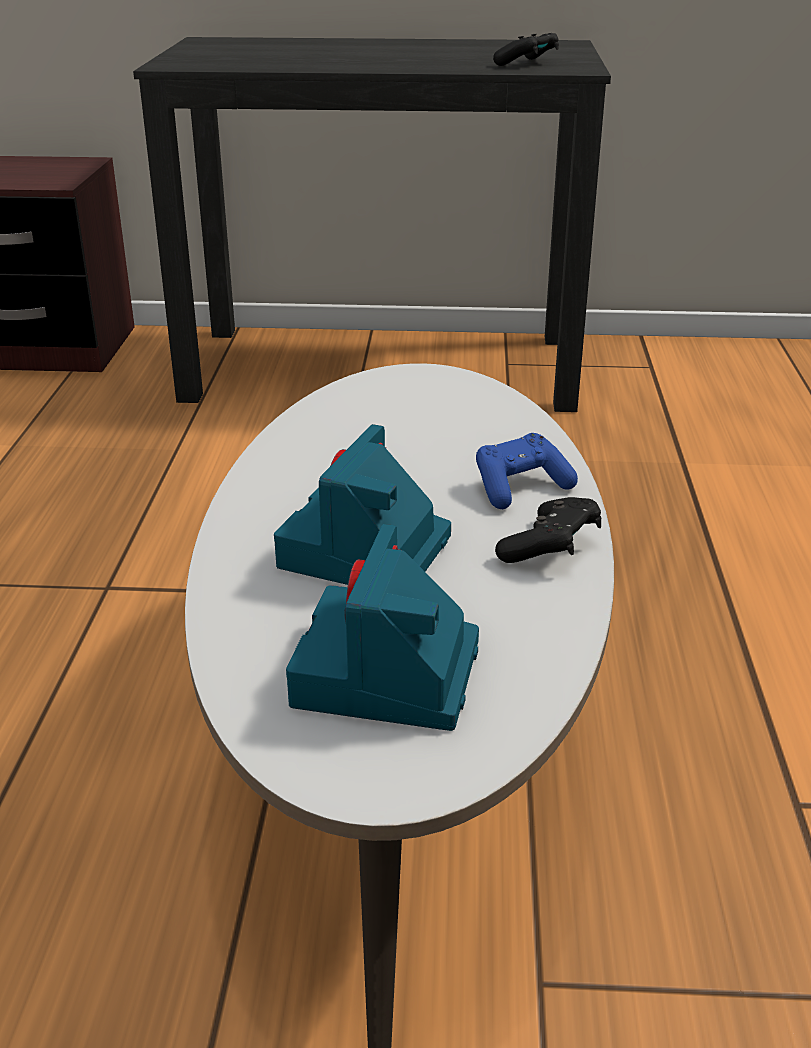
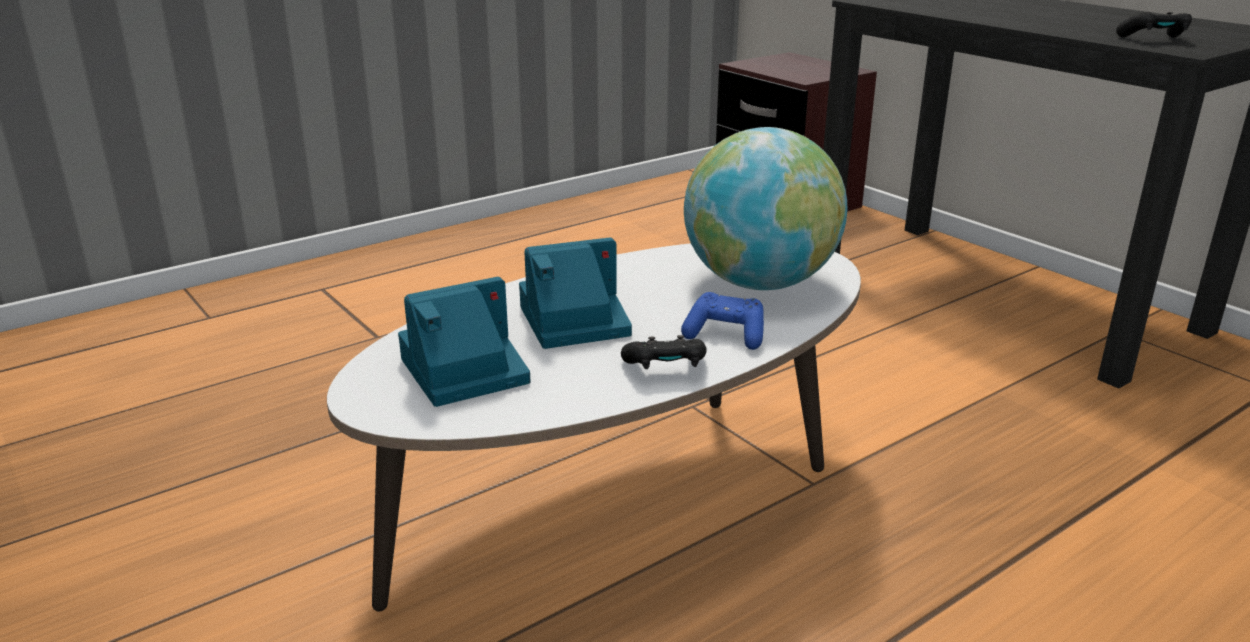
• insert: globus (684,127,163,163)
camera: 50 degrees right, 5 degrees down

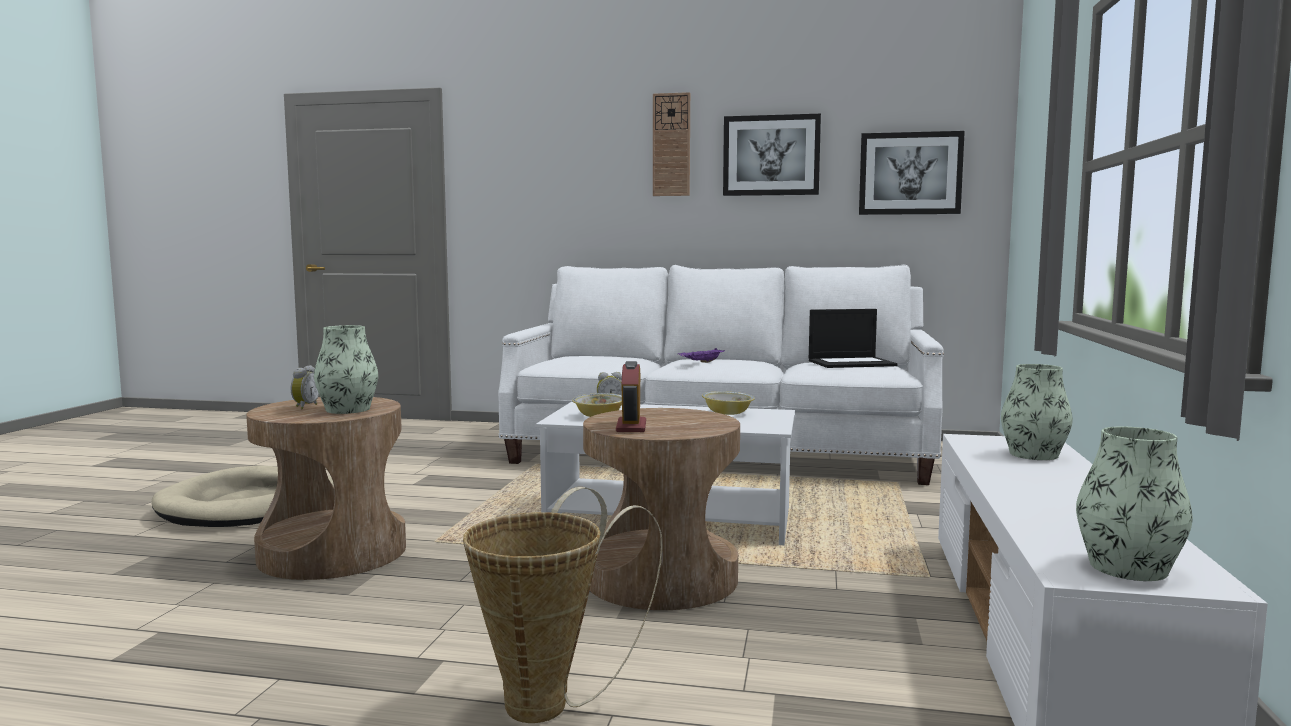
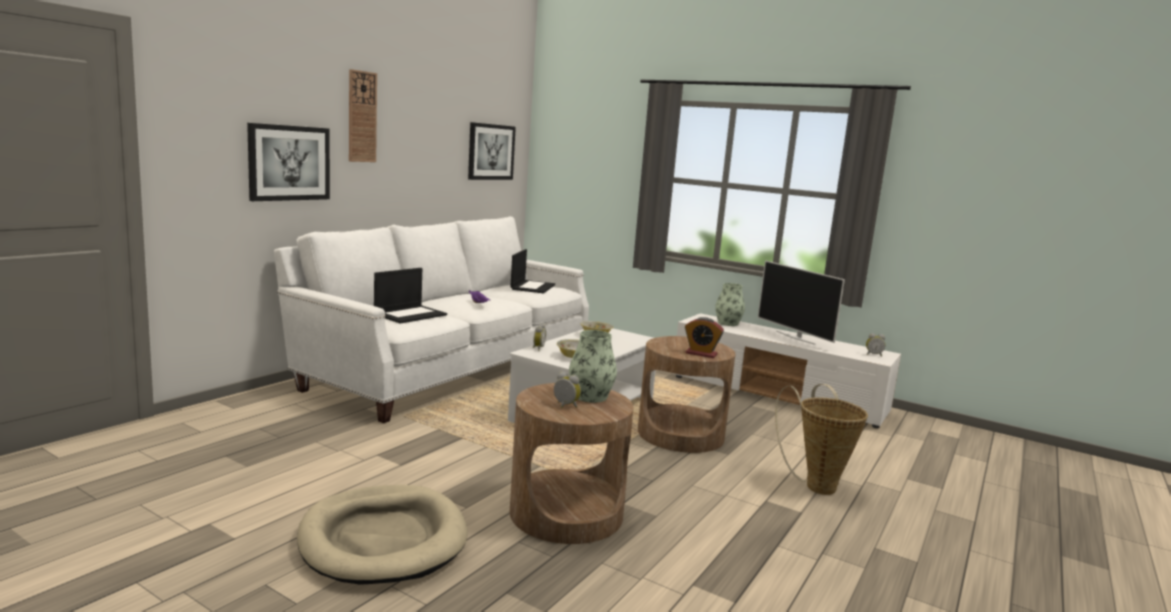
• move: obraz (723,114,98,82) to (247,123,83,78)
• insert: laptop (374,268,73,56)
• insert: telewizor (758,260,87,85)
• replace: wazon (1076,427,117,154) to budzik (866,333,19,24)
camera: 70 degrees left, 5 degrees up

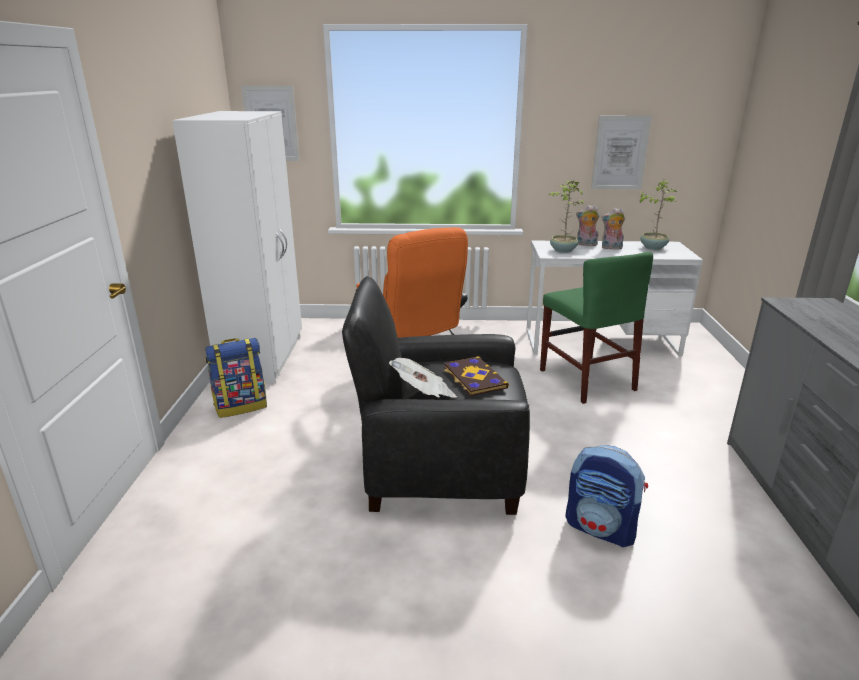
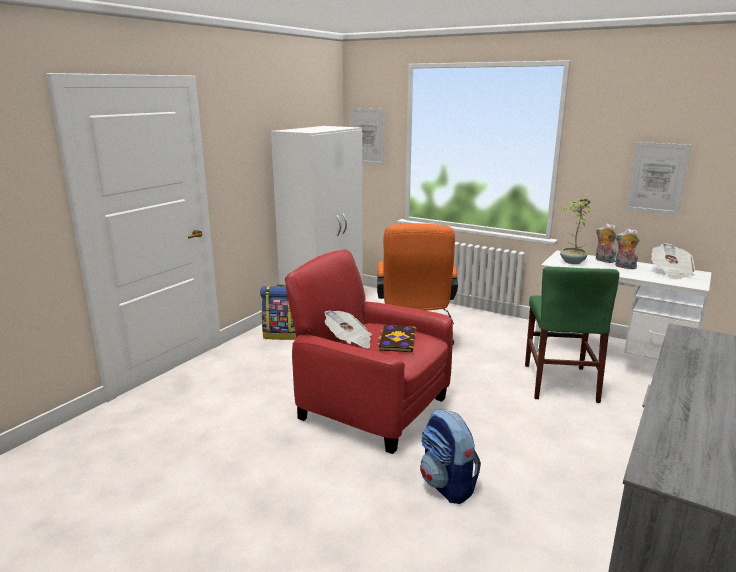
• recolor: fotel (czarny) (342,276,188,239) to fotel (czerwony) (285,249,168,205)
• replace: roślina doniczkowa (639,179,38,71) to gazeta (651,243,44,36)
camera: 30 degrees right, 5 degrees down

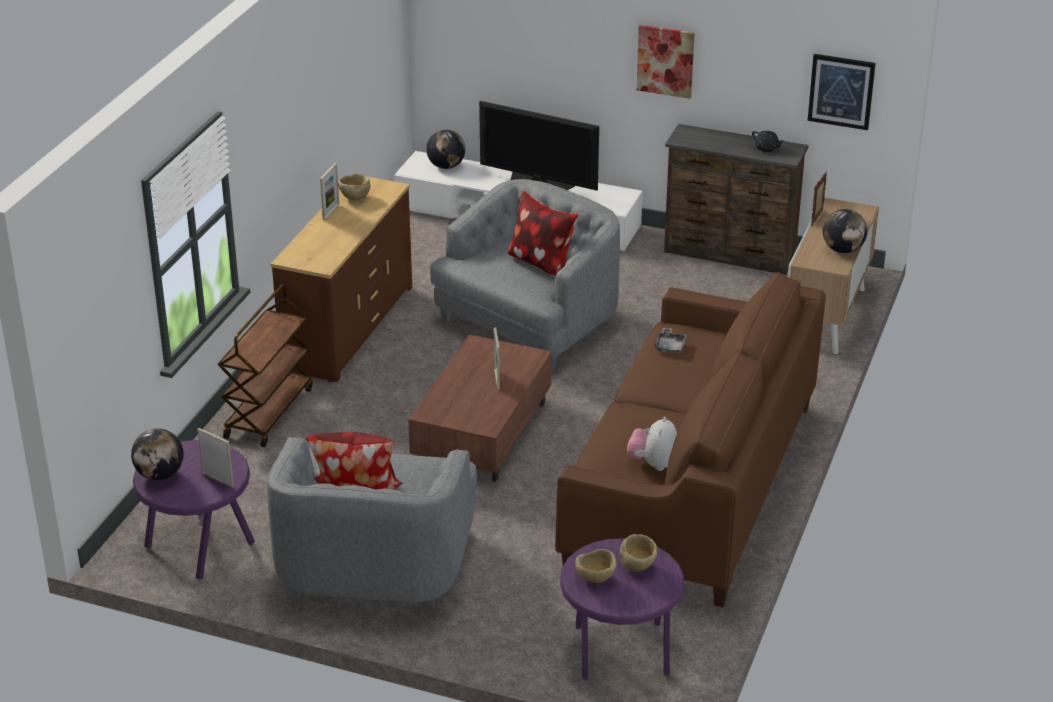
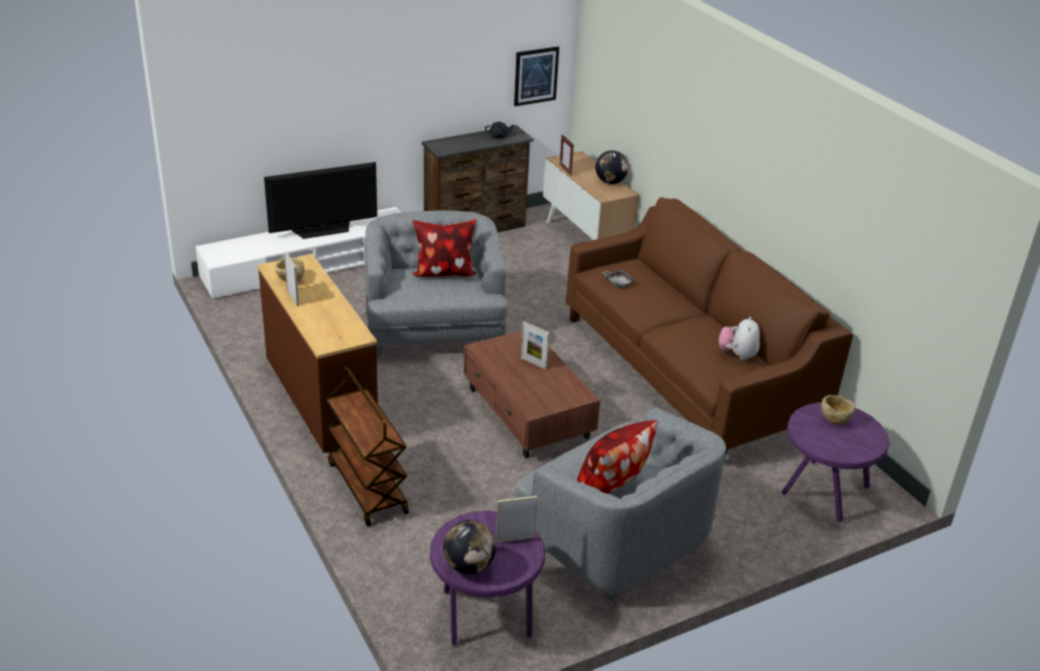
• rotate: pluszak (627,417,50,54) = (719,317,41,43) 45 degrees clockwise
• delete: globus (426,130,39,39)
• delete: miska (beżowy) (575,549,41,34)
• delete: obraz (636,24,59,75)
camera: 50 degrees left, 0 degrees up

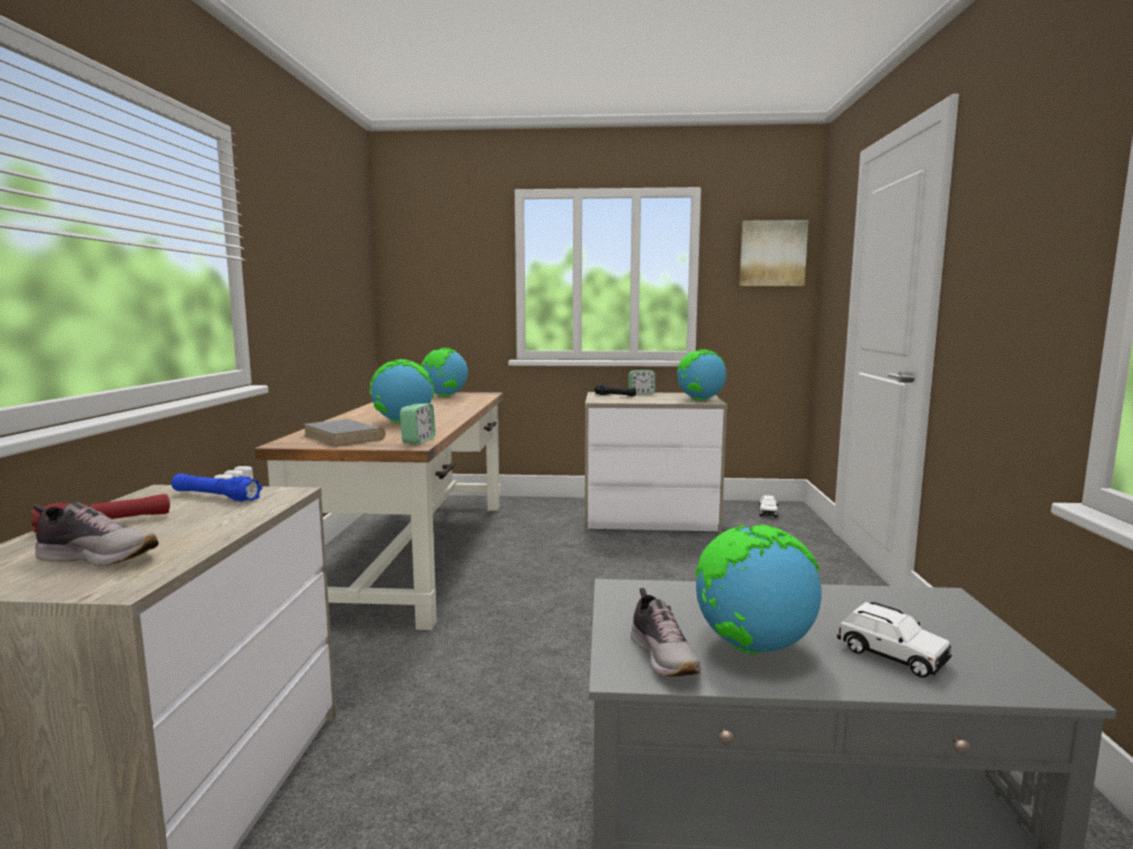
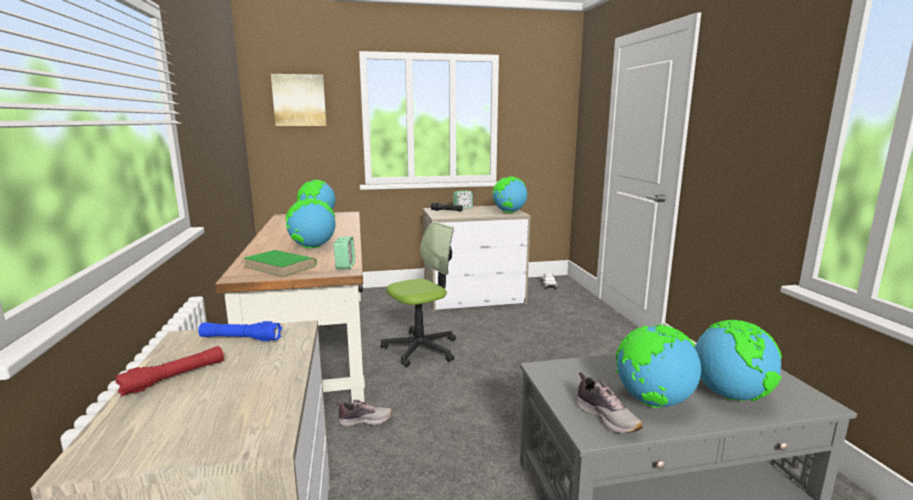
• recolor: książka (szary) (303,419,82,27) to książka (zielony) (244,250,73,27)
• move: obraz (739,220,70,66) to (271,74,56,52)
• move: but (33,502,126,64) to (336,400,56,26)
• insert: krzesło biurowe (381,221,75,146)
• replace: samochodzik (biały) (837,602,115,75) to globus (695,320,87,81)
camera: 15 degrees left, 5 degrees up

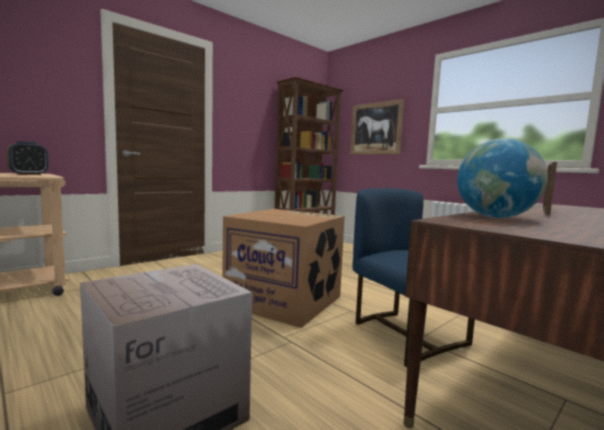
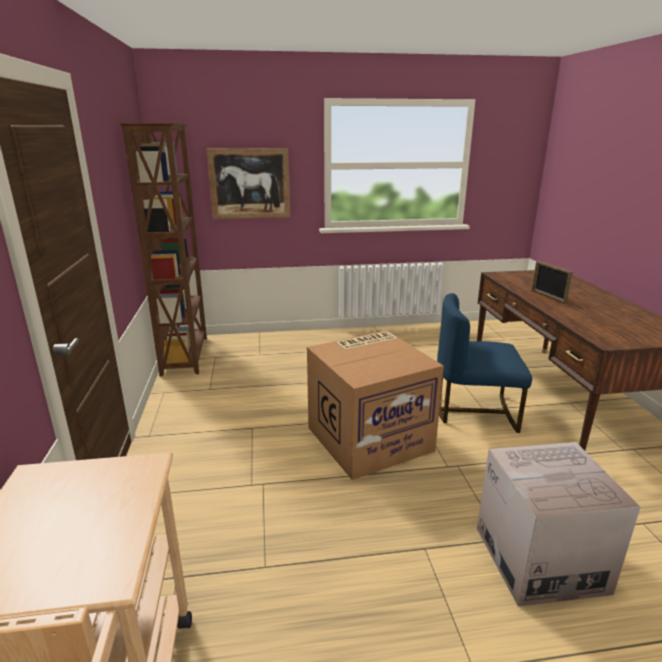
• delete: budzik (6,141,43,34)
• delete: globus (457,138,91,80)
camera: 55 degrees left, 15 degrees up

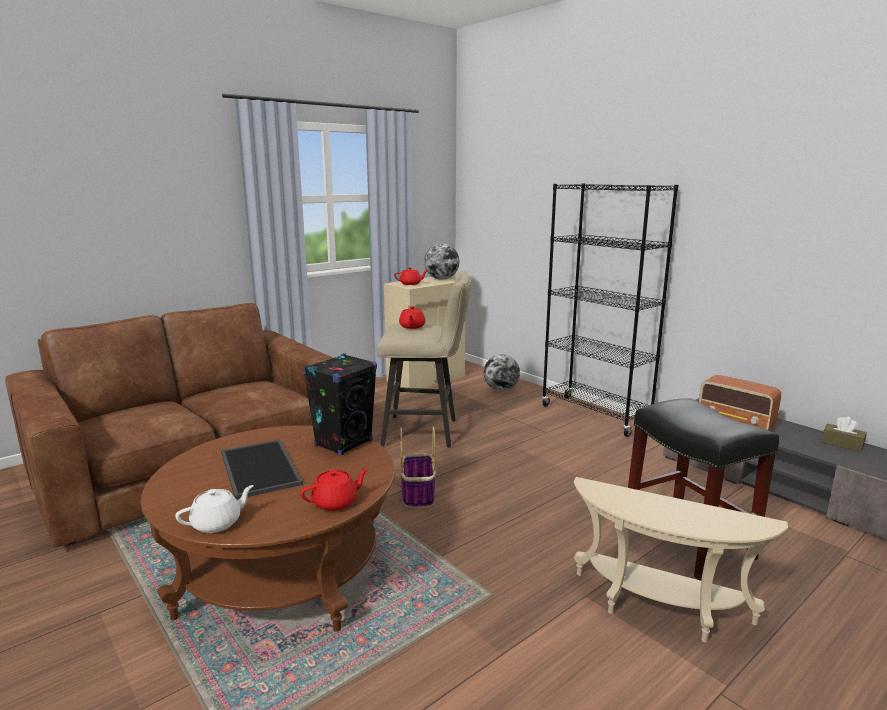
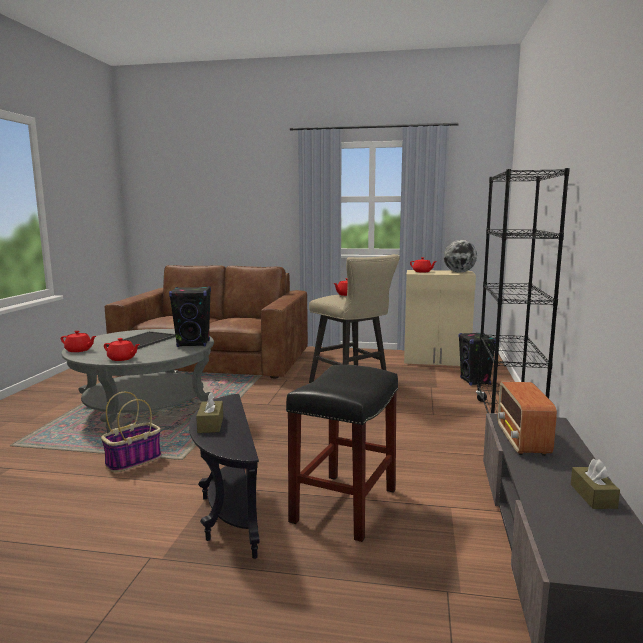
• recolor: ława (brązowy) (141,425,254,207) to ława (szary) (61,329,153,104)
• recolor: imbryk (biały) (175,485,79,48) to imbryk (czerwony) (61,331,35,21)
• move: koszyk (400,427,36,81) to (101,392,60,80)
• recolor: stolik (beżowy) (574,477,214,166) to stolik (czarny) (189,394,71,165)
• insert: pudełko chusteczek (brązowy) (196,392,27,41)
• replace: globus (484,354,36,37) to głośnik (czarny) (458,333,38,53)
camera: 50 degrees right, 5 degrees down

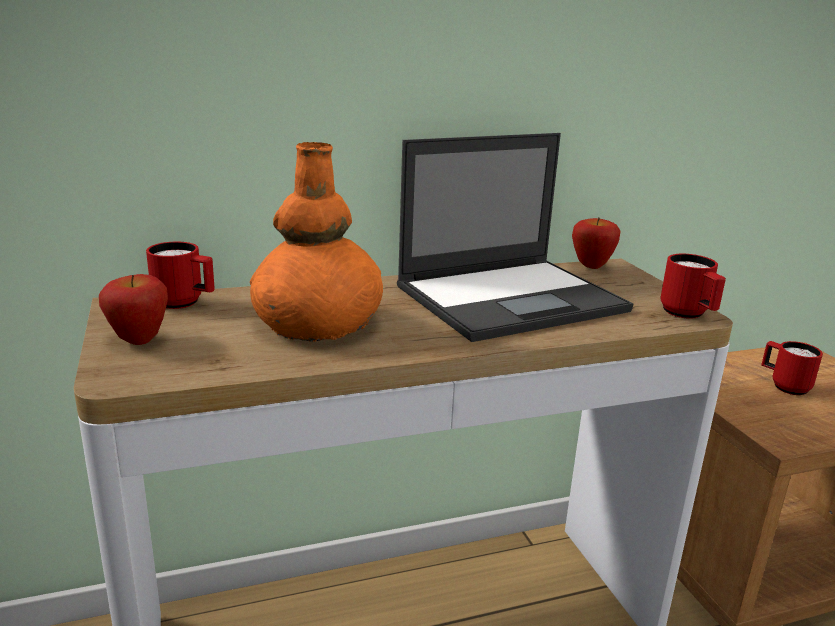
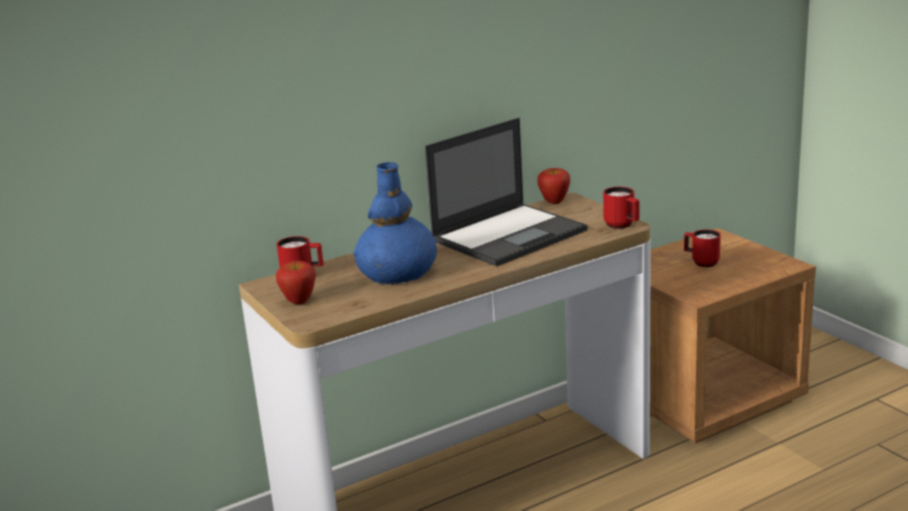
• recolor: wazon (pomarańczowy) (250,142,133,200) to wazon (niebieski) (353,162,84,123)
camera: 10 degrees left, 0 degrees up

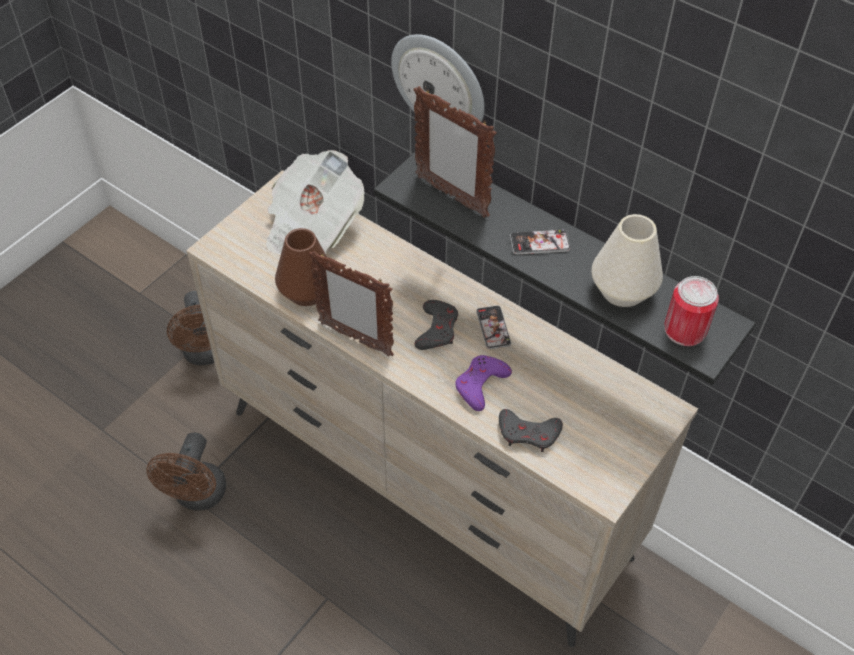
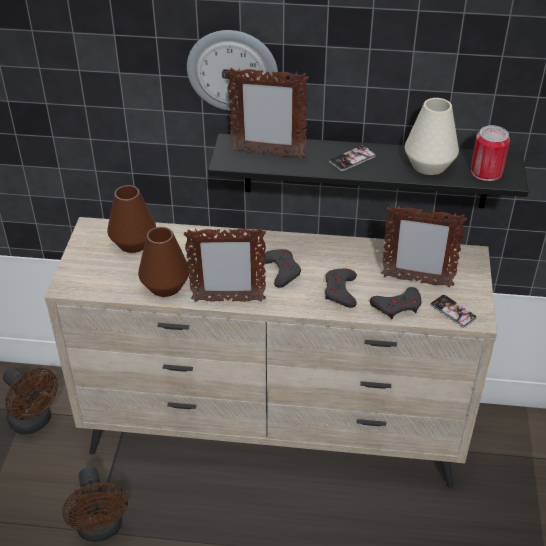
• replace: gazeta (266,150,98,105) to wazon (brązowy) (107,185,49,68)
• recolor: pad do gier (fioletowy) (455,355,57,56) to pad do gier (szary) (325,268,32,40)
• insert: ramka na zdjęcie (381,205,86,83)
• move: telefon (476,306,35,43) to (430,295,47,32)
camera: 30 degrees left, 10 degrees down

